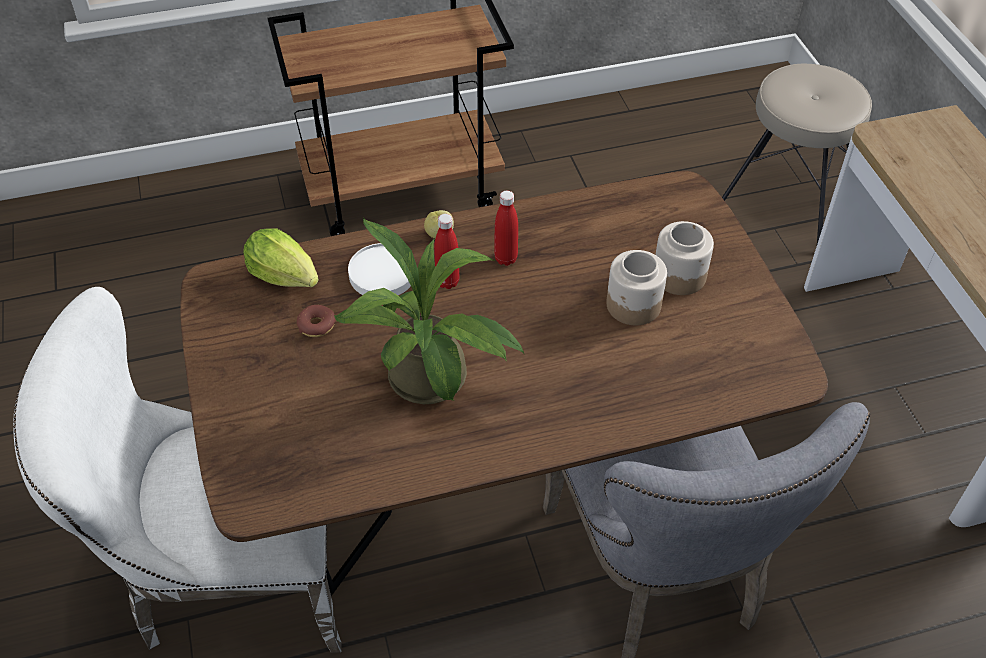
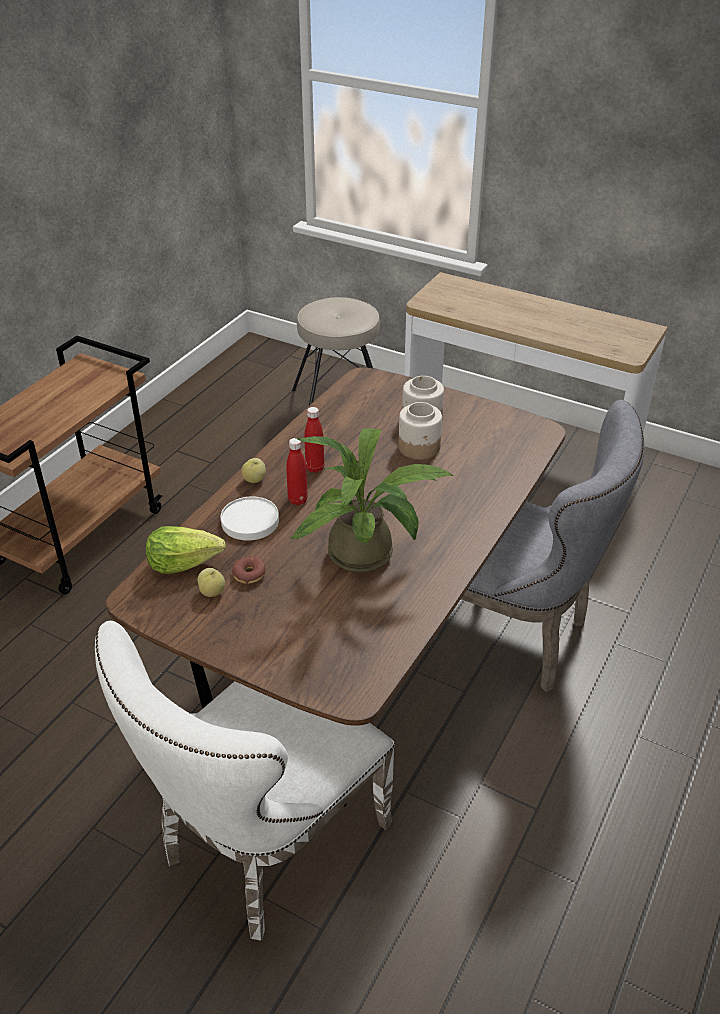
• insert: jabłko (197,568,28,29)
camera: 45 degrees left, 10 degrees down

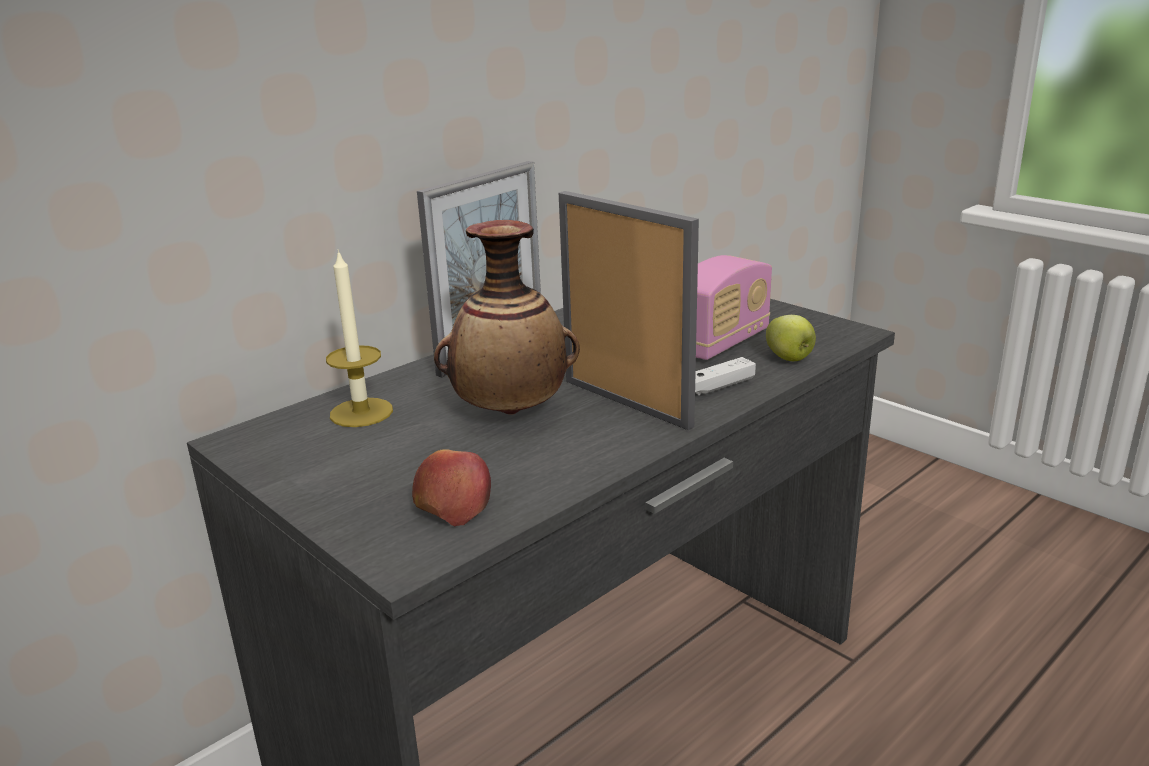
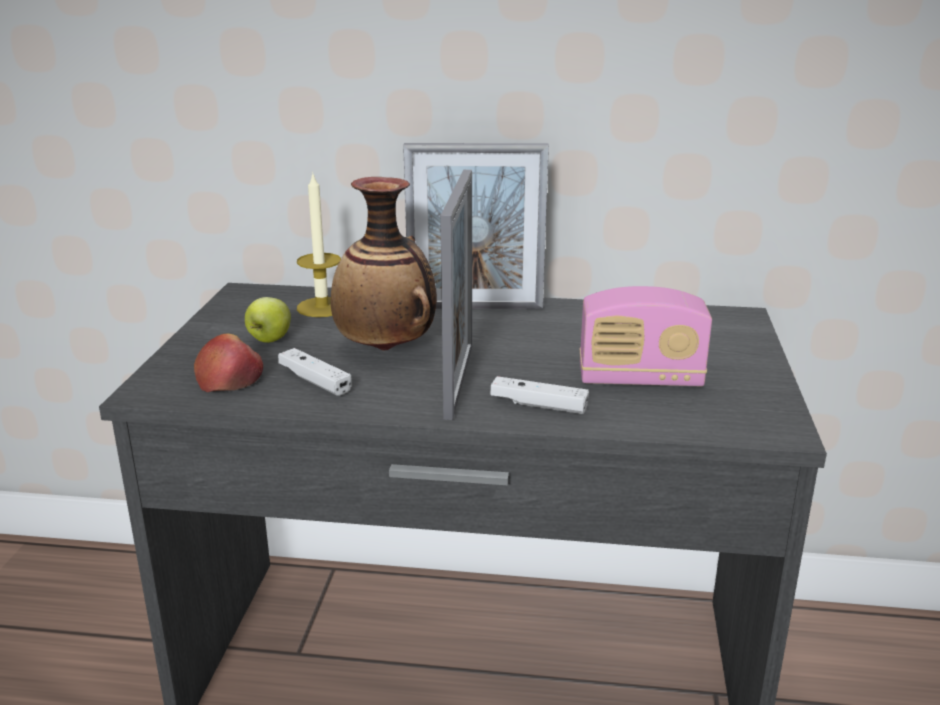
• move: jabłko (766,315,50,46) to (245,297,46,46)
• insert: pad do gier (biały) (278,348,74,48)
camera: 50 degrees right, 0 degrees up

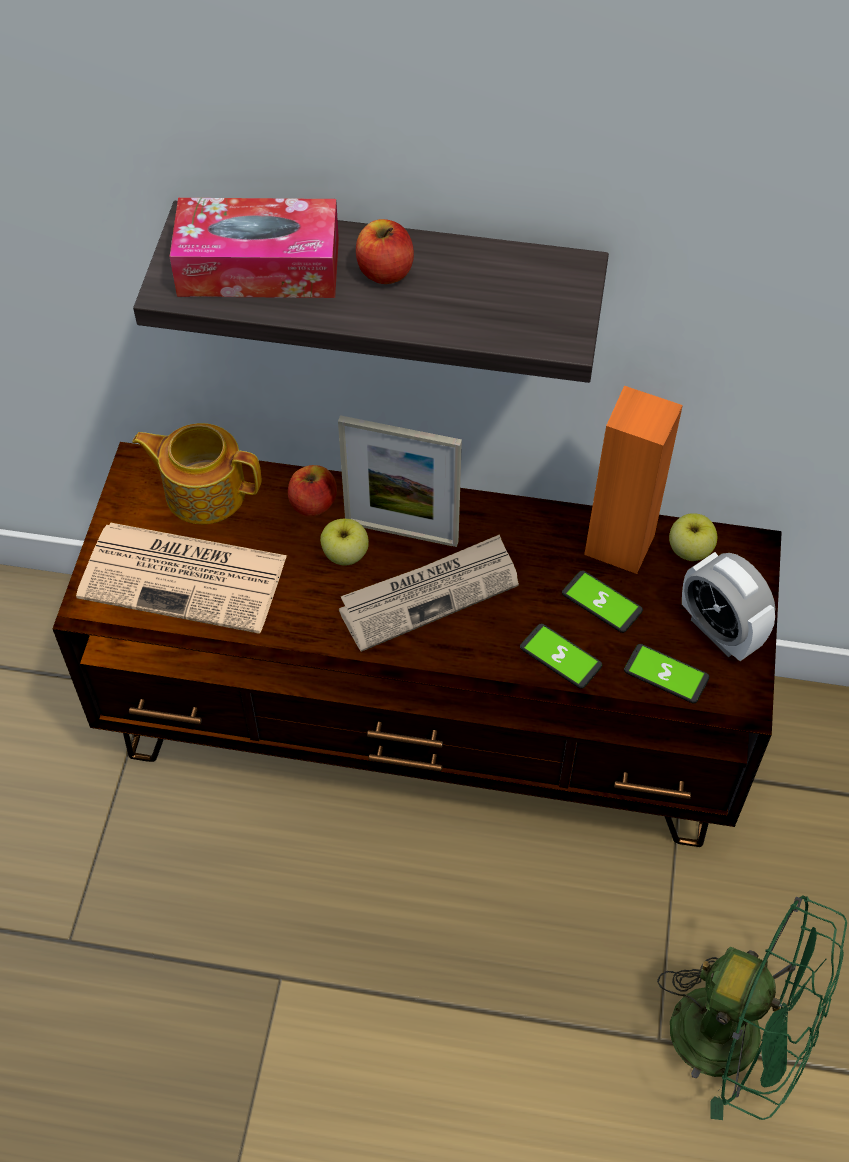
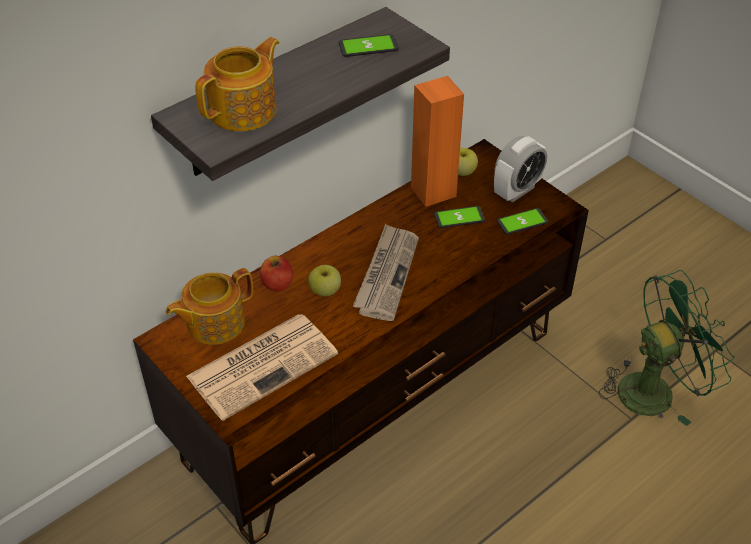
• replace: pudełko chusteczek (169,198,170,100) to imbryk (195,37,85,94)
• move: telefon (520,624,83,65) to (339,34,60,23)
• rotate: budzik (682,552,93,109) = (494,136,53,66) 45 degrees counterclockwise
• delete: ramka na zdjęcie (338,415,124,132)
• delete: jabłko (356,219,58,65)
camera: 50 degrees left, 10 degrees down

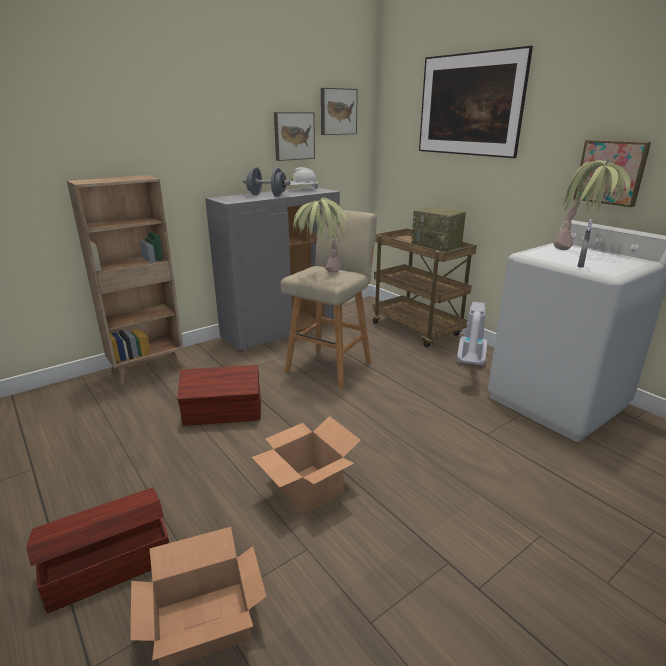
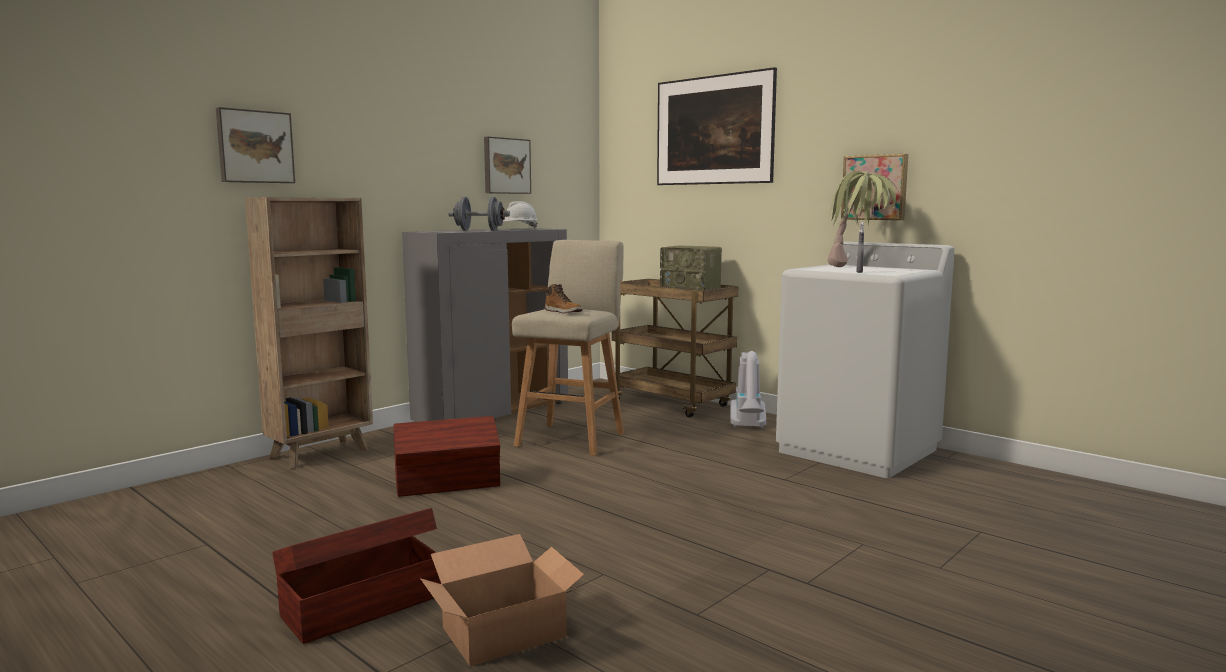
• move: obraz (321,88,37,47) to (216,107,79,76)
• replace: roślina doniczkowa (293,197,55,75) to but z cholewką (545,284,38,29)
• delete: karton (252,416,109,99)
camera: 10 degrees left, 15 degrees down

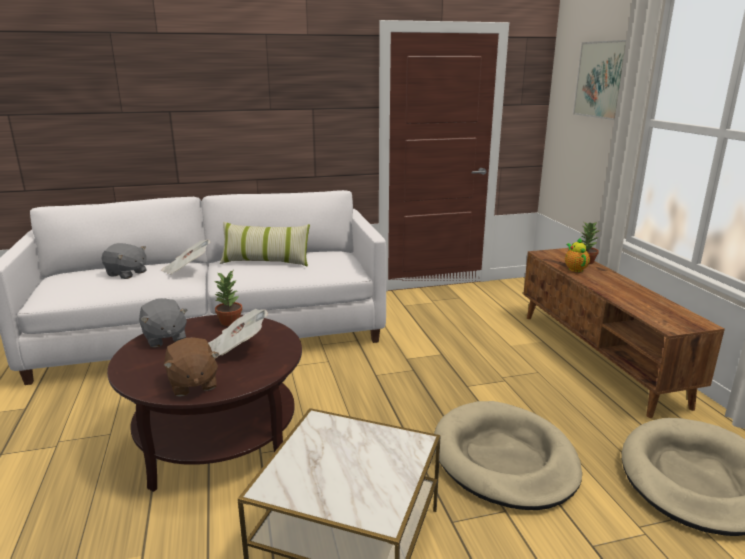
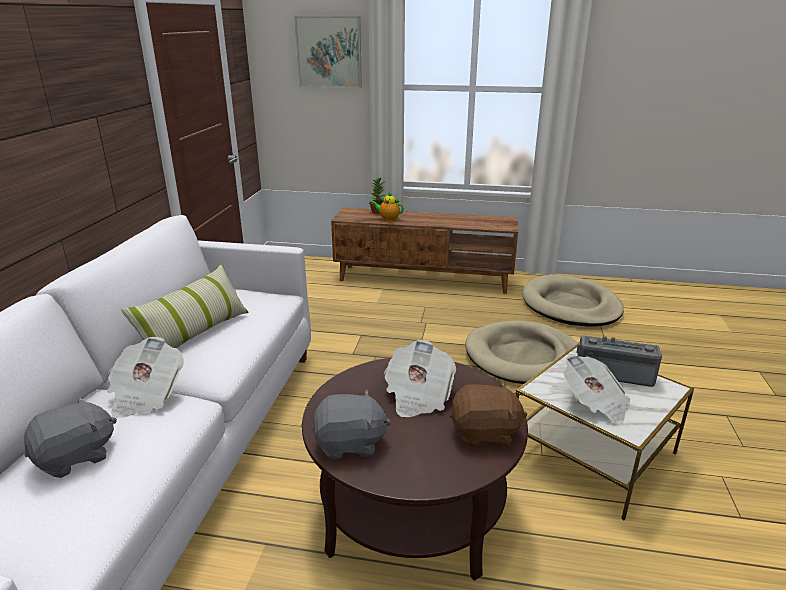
• insert: gazeta (564,354,66,70)
• insert: radio (576,335,86,52)
• delete: roślina doniczkowa (214,271,28,55)
camera: 65 degrees left, 5 degrees up

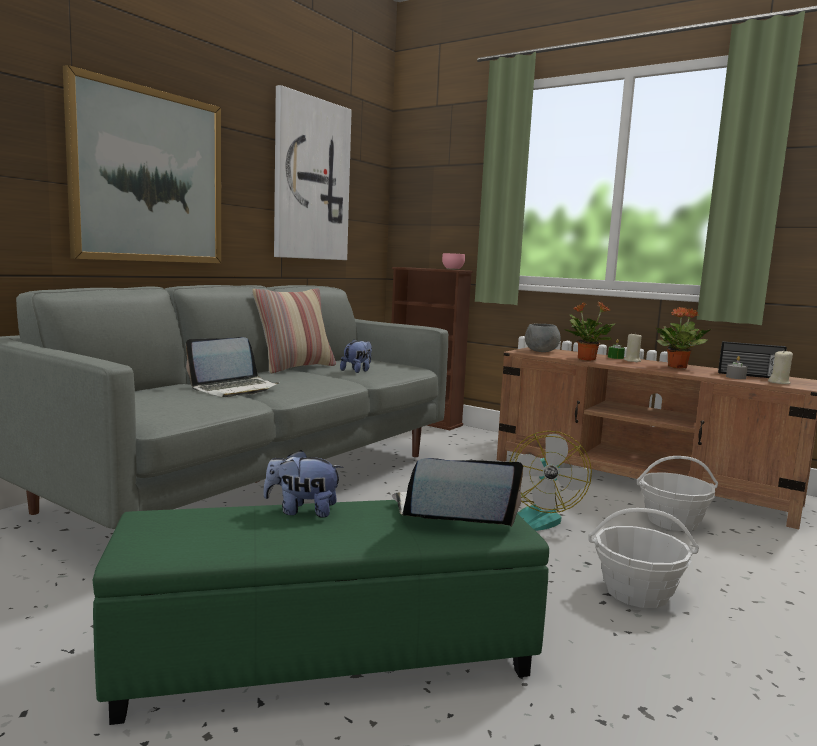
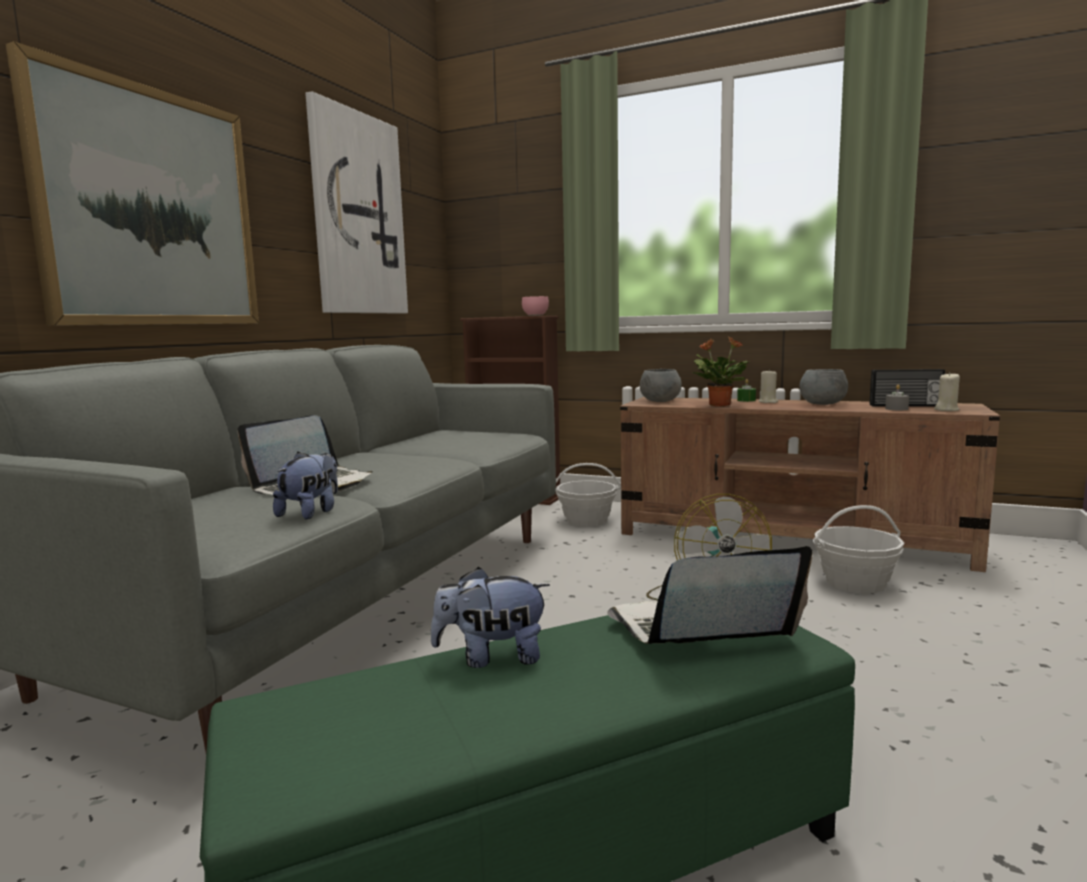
• move: pluszak (340,339,32,34) to (273,452,65,67)
• move: koszyk (588,508,111,100) to (556,463,65,64)
• replace: roślina doniczkowa (655,307,57,61) to miska (szary) (800,369,48,36)
• delete: poduszka (252,288,84,86)
camera: 10 degrees left, 0 degrees up

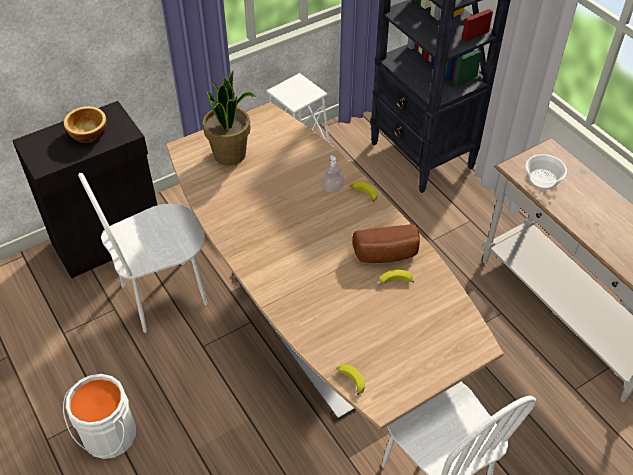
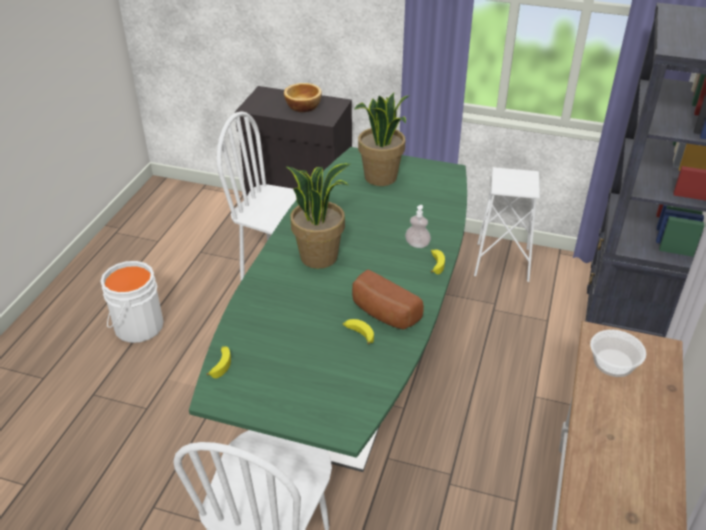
• recolor: stół jadalny (brązowy) (166,102,338,328) to stół jadalny (zielony) (189,147,278,325)
• insert: roślina doniczkowa (286,163,64,106)
camera: 50 degrees right, 10 degrees down

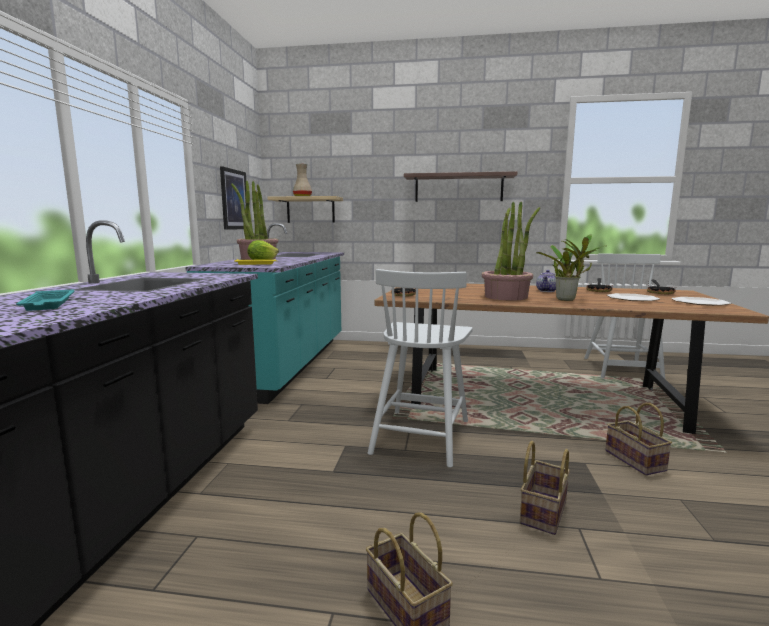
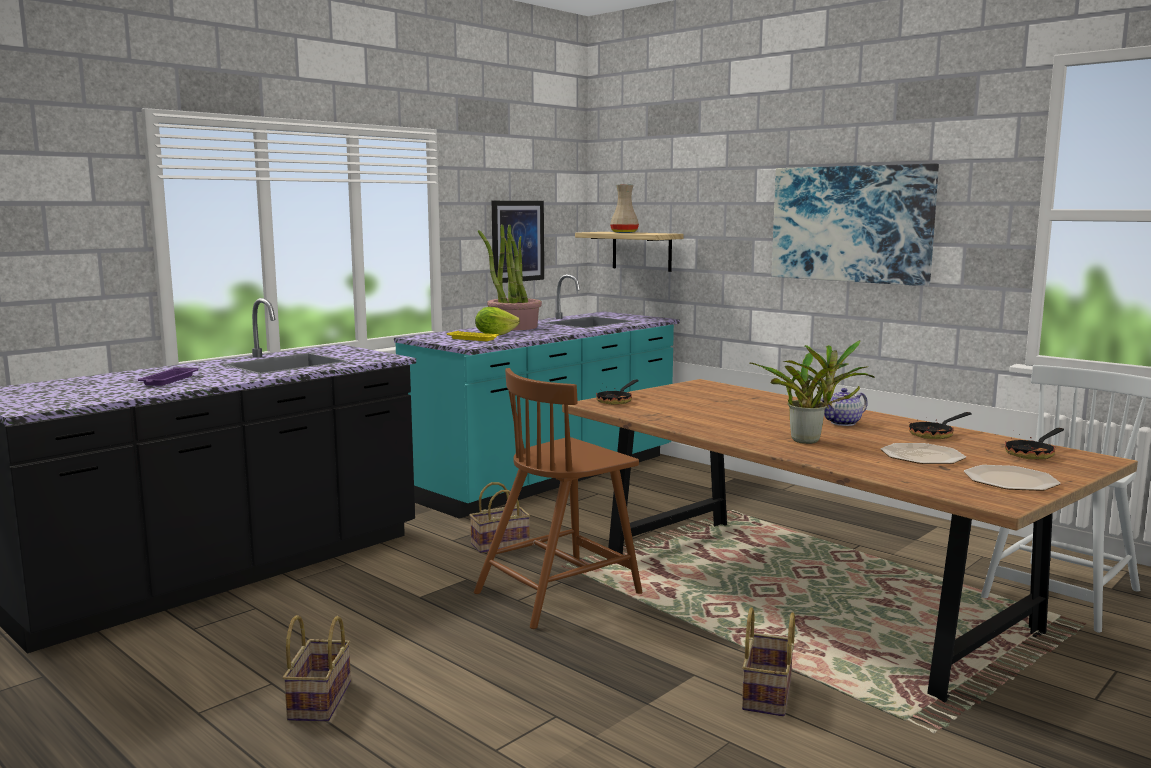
• recolor: taca (turkusowy) (16,289,59,22) to taca (fioletowy) (138,367,60,19)
• move: koszyk (520,441,50,94) to (470,482,60,71)
• recolor: krzesło (biały) (368,269,105,199) to krzesło (brązowy) (474,368,169,261)
• replace: półka (404,171,113,31) to obraz (772,164,167,122)
• delete: roślina doniczkowa (482,202,58,99)
camera: 35 degrees right, 0 degrees up

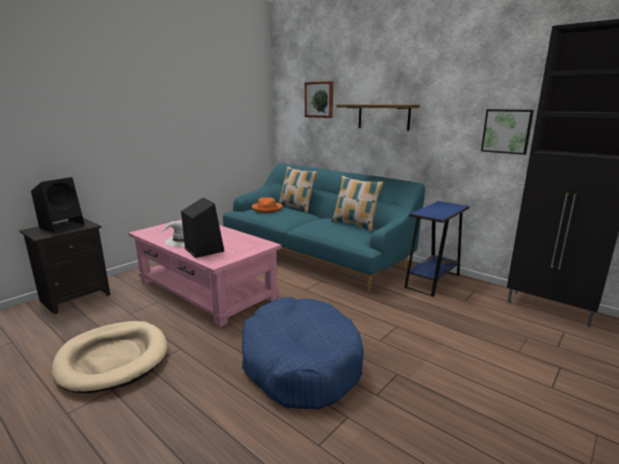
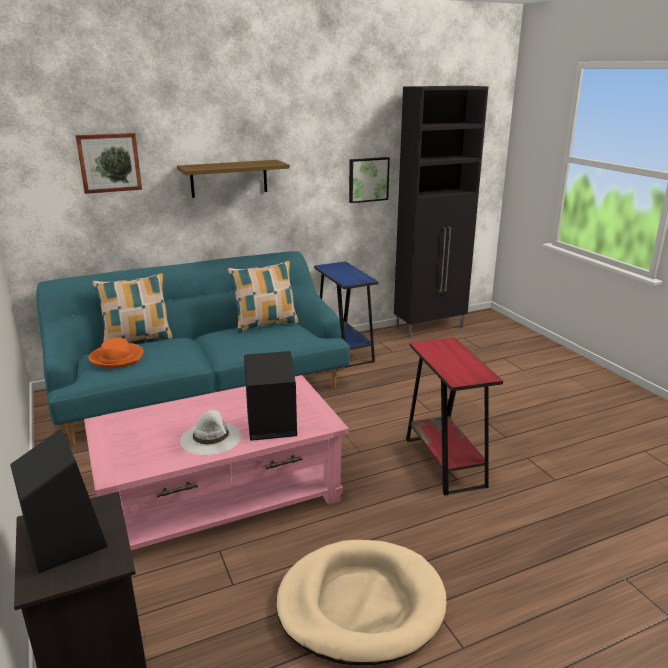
• replace: legowisko (niebieski) (242,297,122,112) to stolik (czerwony) (406,337,97,159)
camera: 65 degrees left, 5 degrees up

